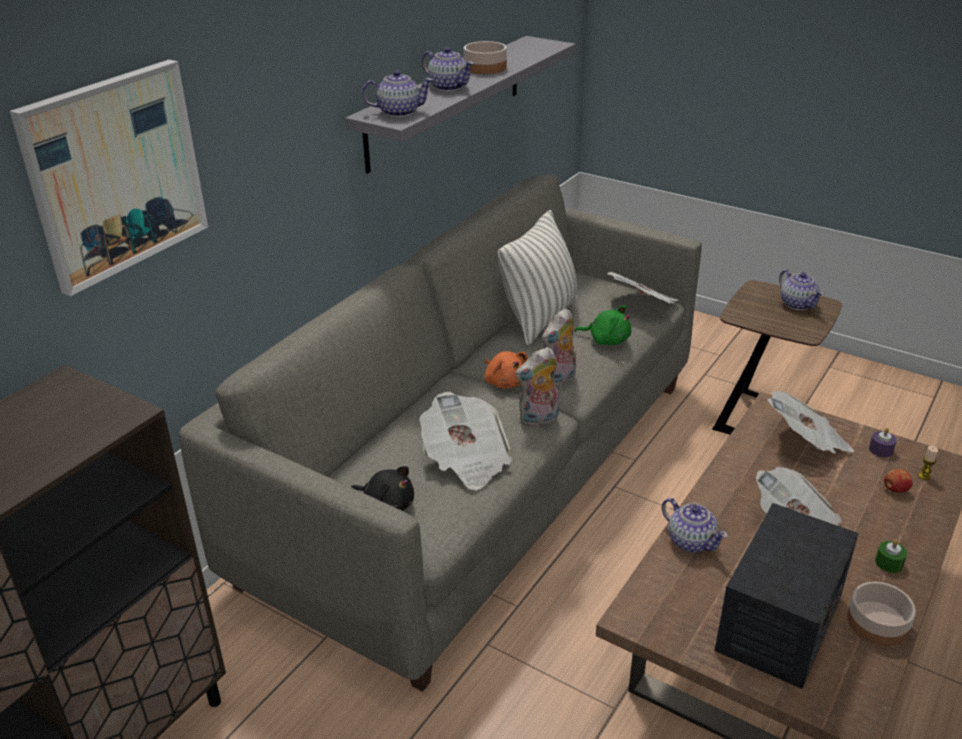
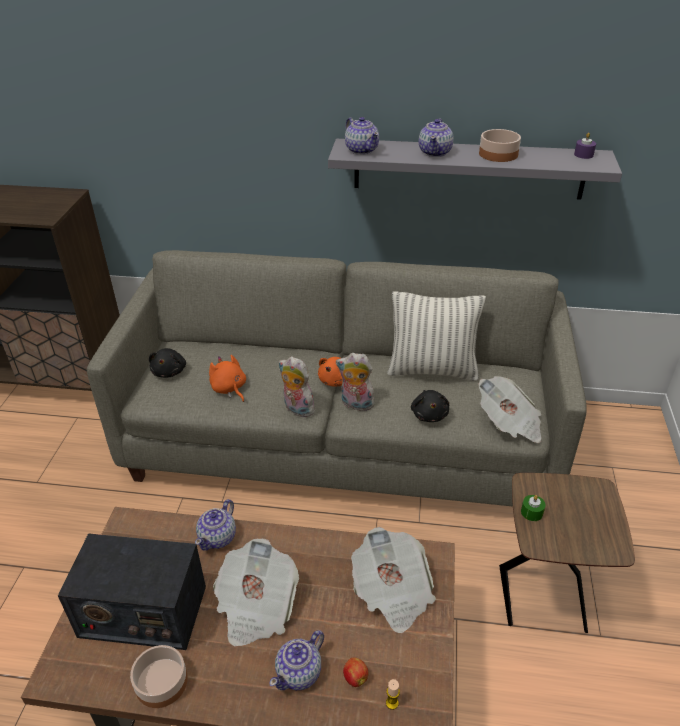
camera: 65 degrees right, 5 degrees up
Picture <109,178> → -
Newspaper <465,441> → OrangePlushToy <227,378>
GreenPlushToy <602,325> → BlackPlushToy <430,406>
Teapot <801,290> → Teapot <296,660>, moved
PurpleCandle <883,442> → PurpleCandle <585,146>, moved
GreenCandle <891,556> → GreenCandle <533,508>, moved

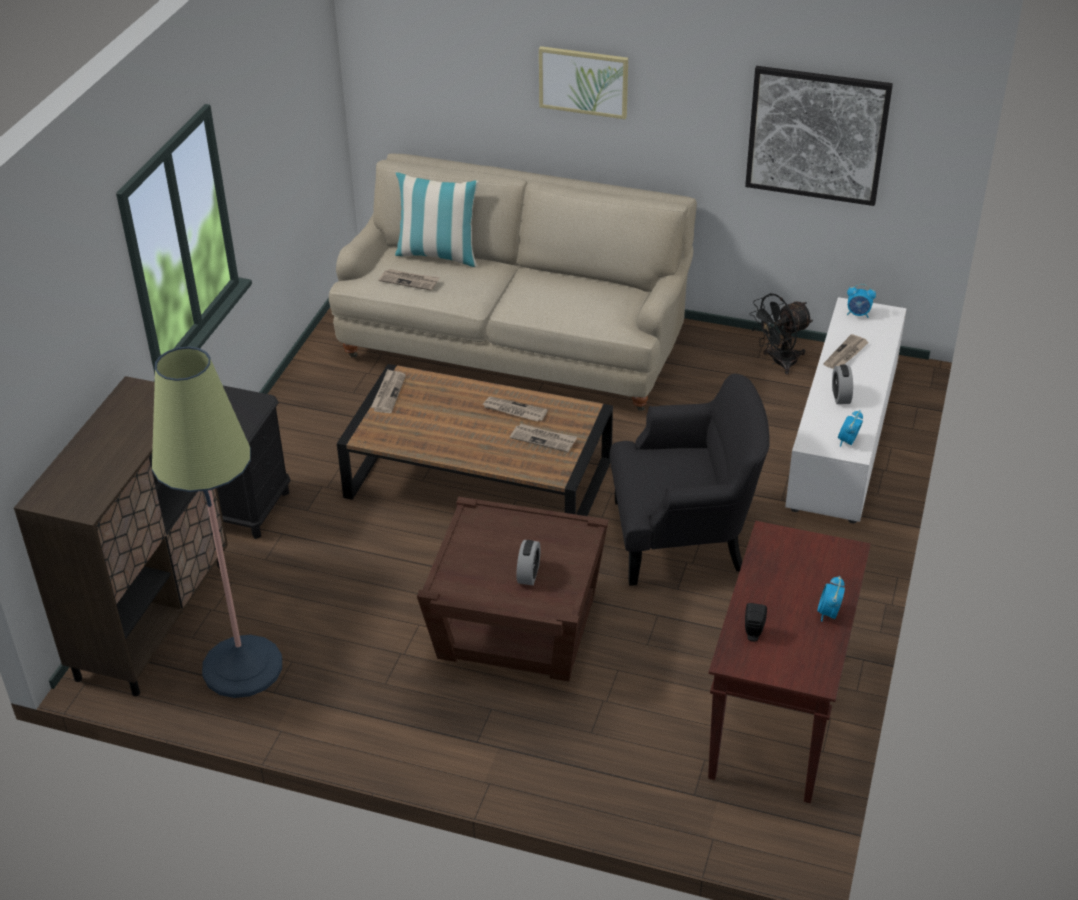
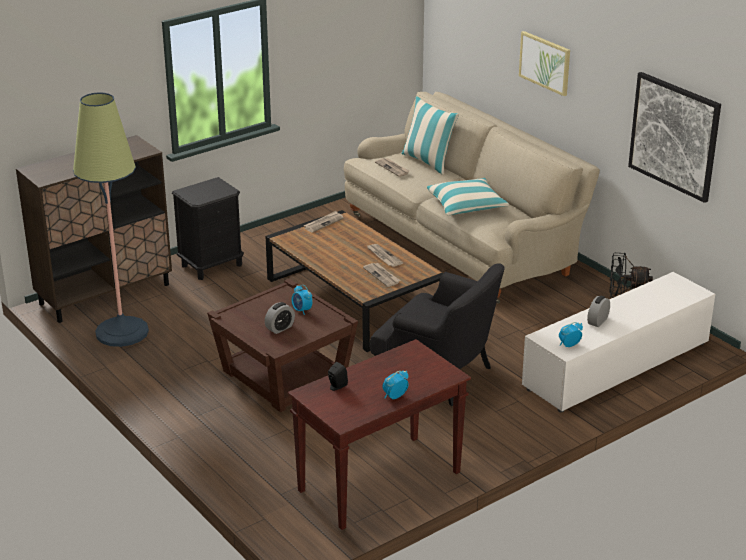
camera: 35 degrees right, 10 degrees down
Newspaper <846,351> → -
AlarmClock <861,301> → AlarmClock <302,300>, moved
- → Pillow <468,196>

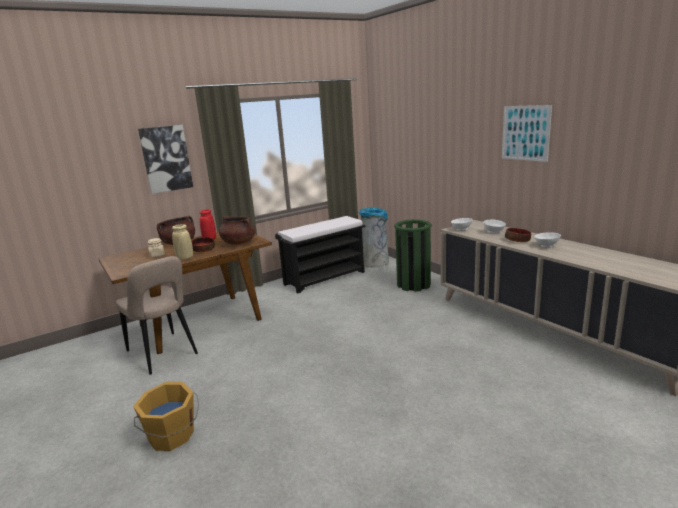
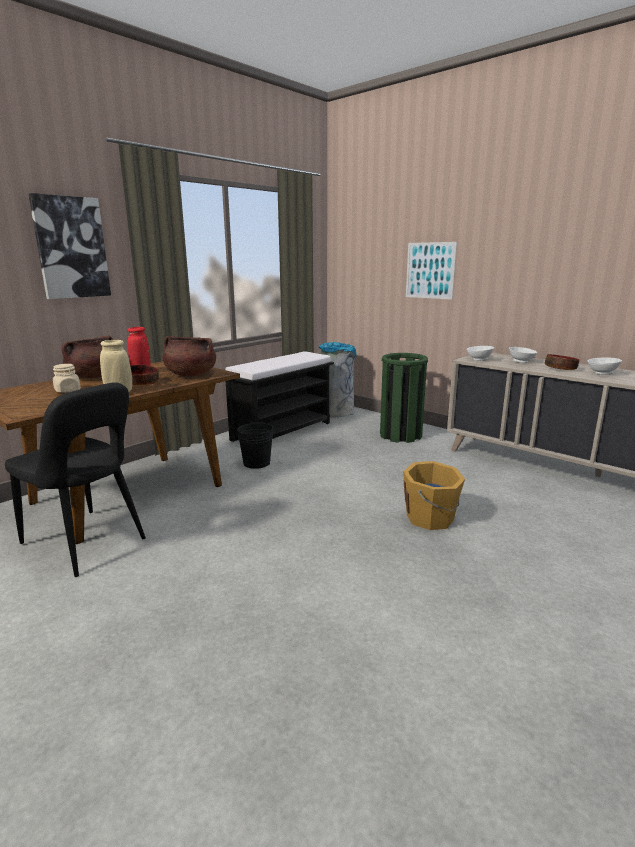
camera: 15 degrees left, 0 degrees up
BeigeChair <157,315> → BlackChair <75,479>
OrangeBucket <166,416> → OrangeBucket <434,495>, moved
Picture <527,133> → Picture <431,271>, moved
- → BlackBucket <255,445>

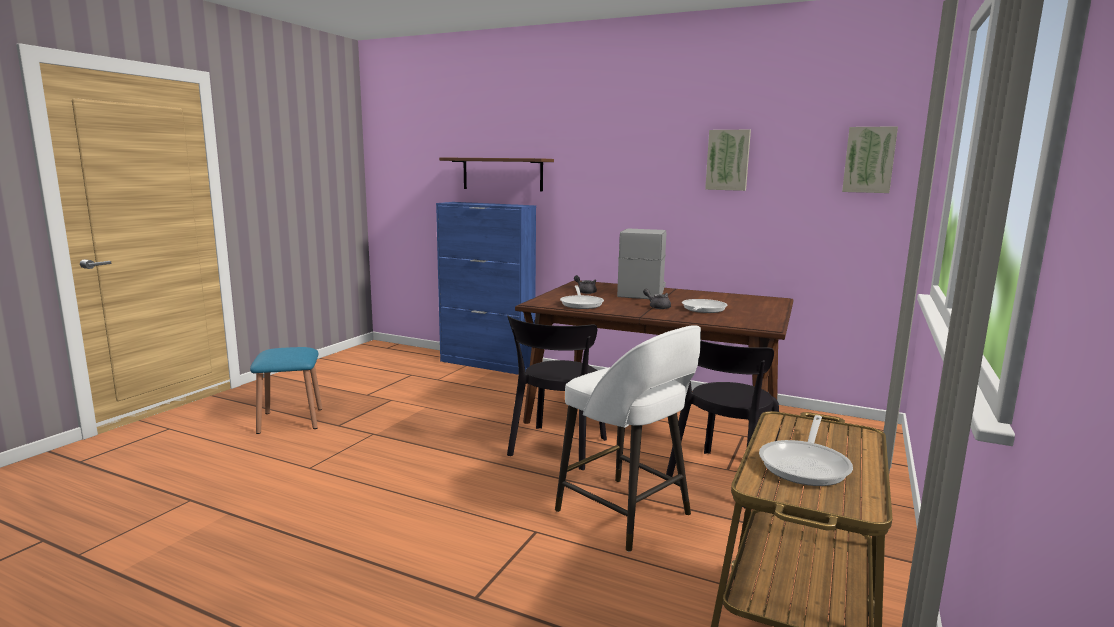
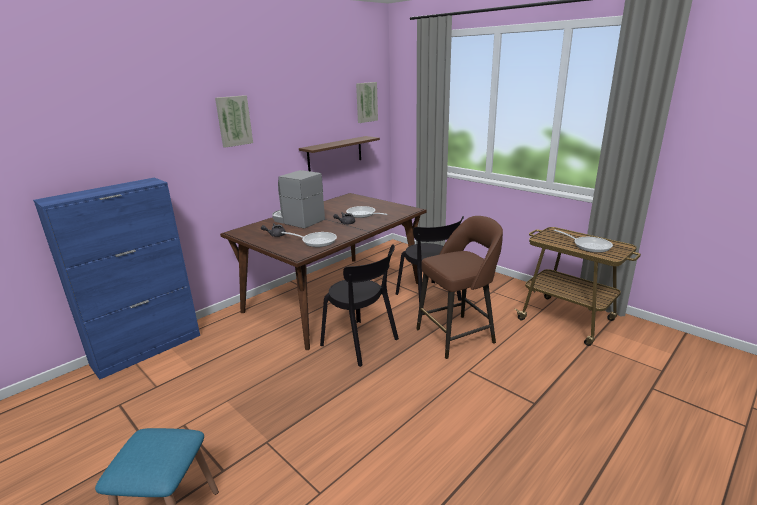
camera: 70 degrees left, 10 degrees up
BrownShelf <496,174> → BrownShelf <339,153>, moved
WhiteStool <628,438> → BrownStool <459,287>
Picture <728,160> → Picture <234,121>, moved

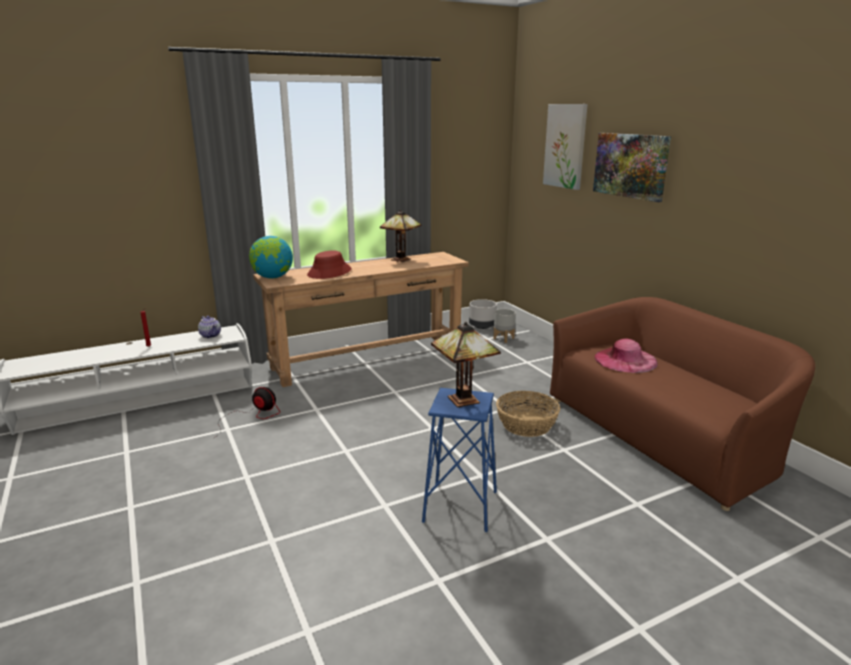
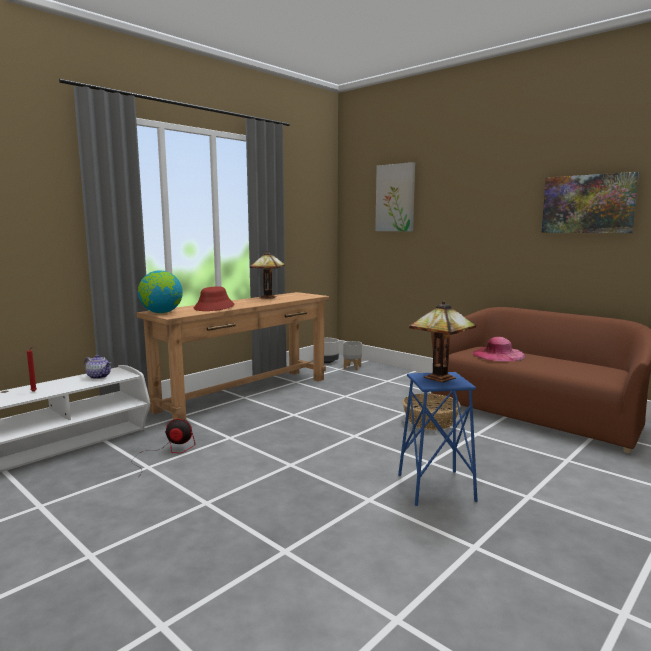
camera: 20 degrees left, 10 degrees down
Picture <632,167> → Picture <590,202>, moved

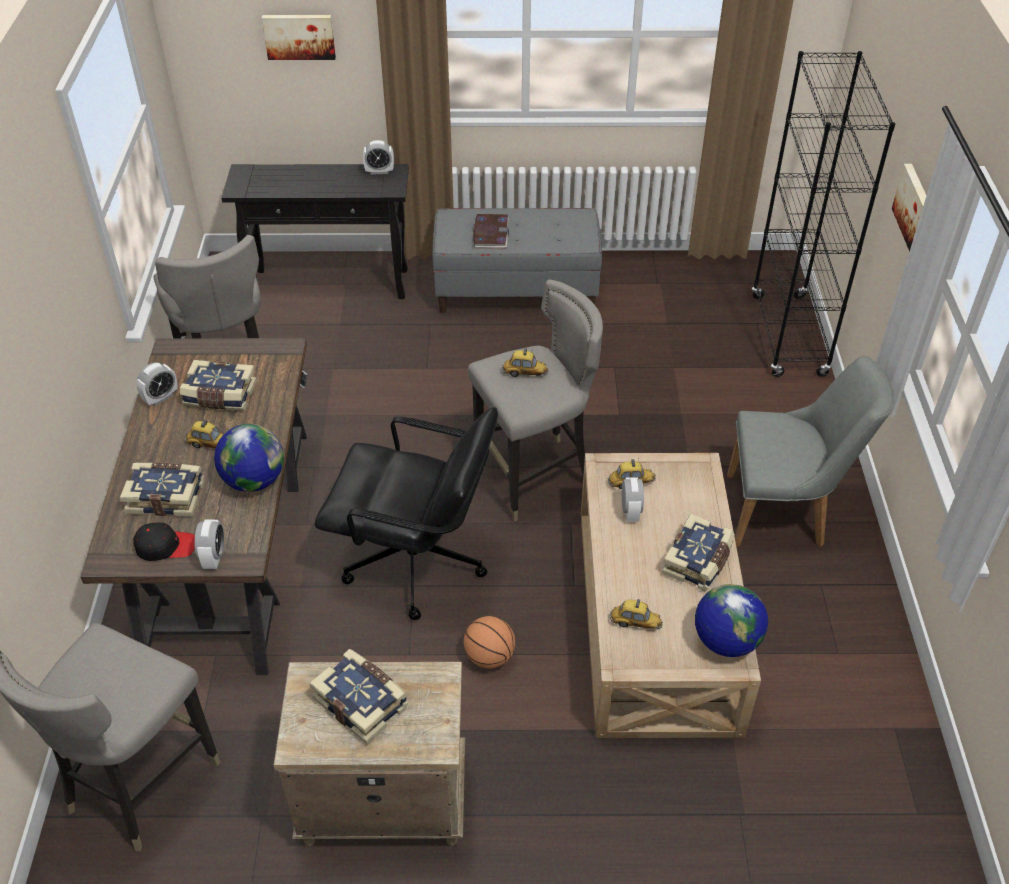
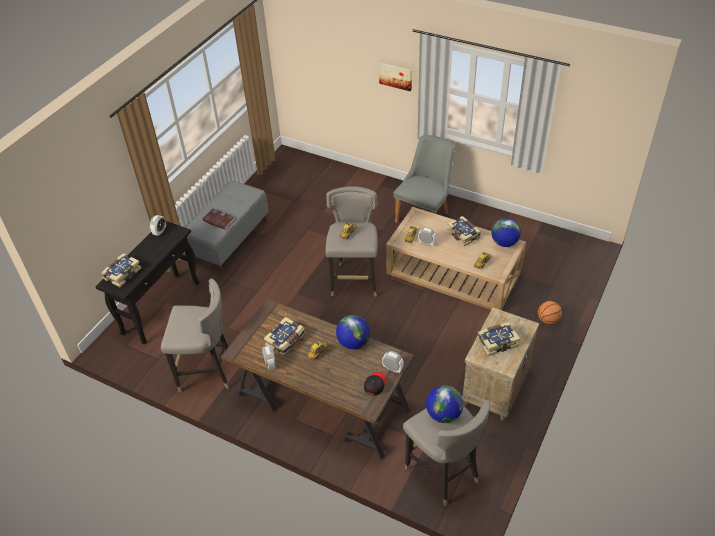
camera: 60 degrees left, 0 degrees up
Book <162,490> → Book <121,270>, moved
Picture <299,37> → -
BlackOfficeChair <406,513> → -
Basketball <489,642> → Basketball <550,313>, moved
BlackBookcase <823,214> → -
- → Globe <444,404>

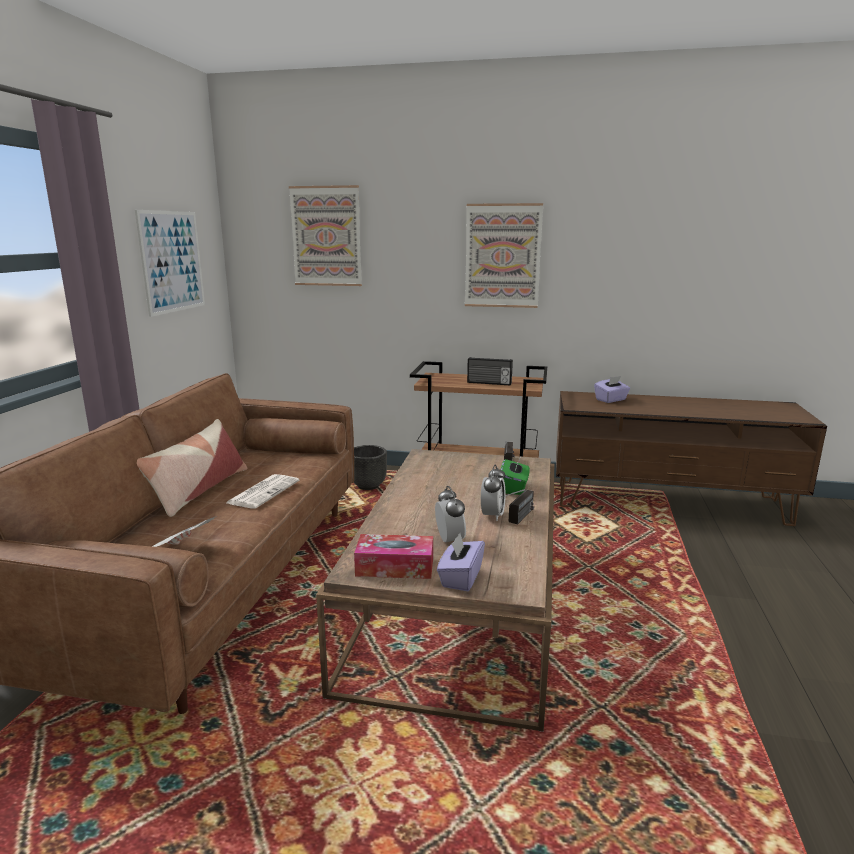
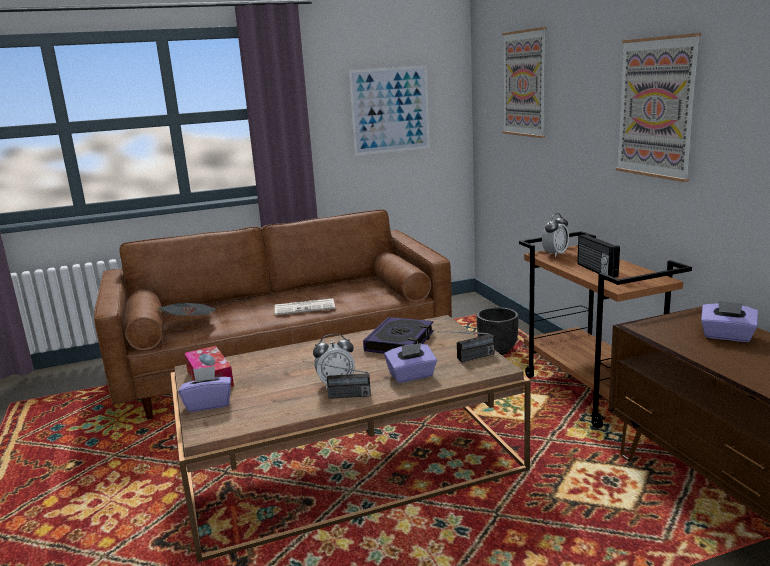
camera: 60 degrees right, 0 degrees up
Pillow <192,468> → -
AlarmClock <450,514> → AlarmClock <555,235>, moved
GreenTissueBox <515,477> → PurpleTissueBox <410,363>
- → Book <398,335>

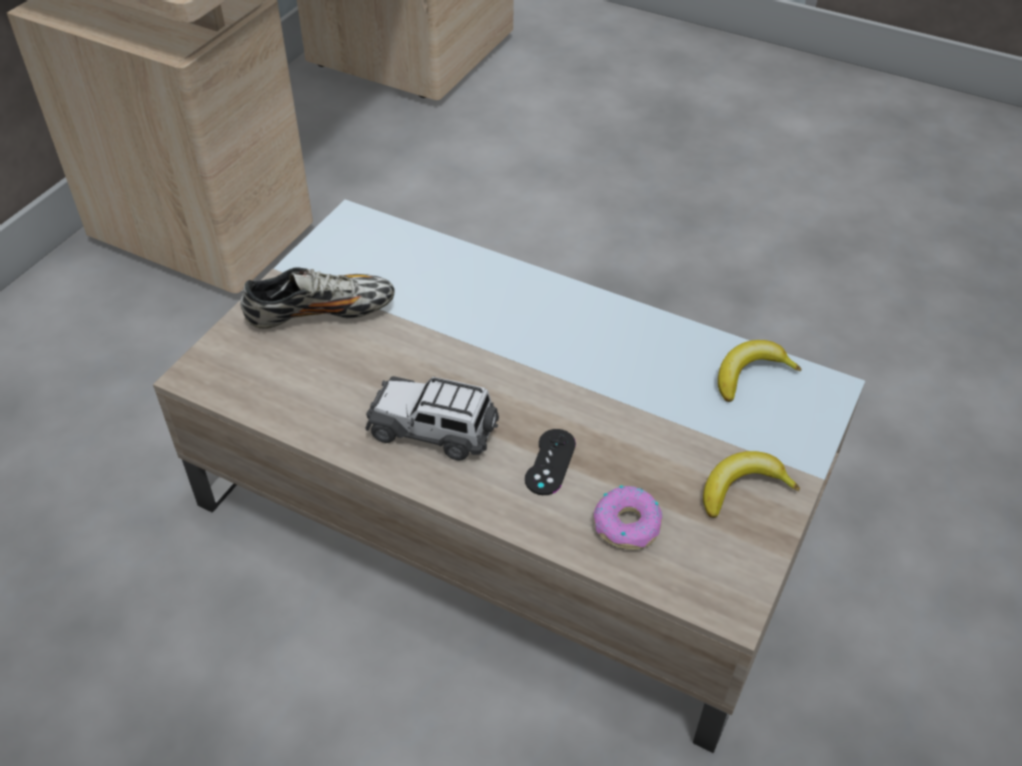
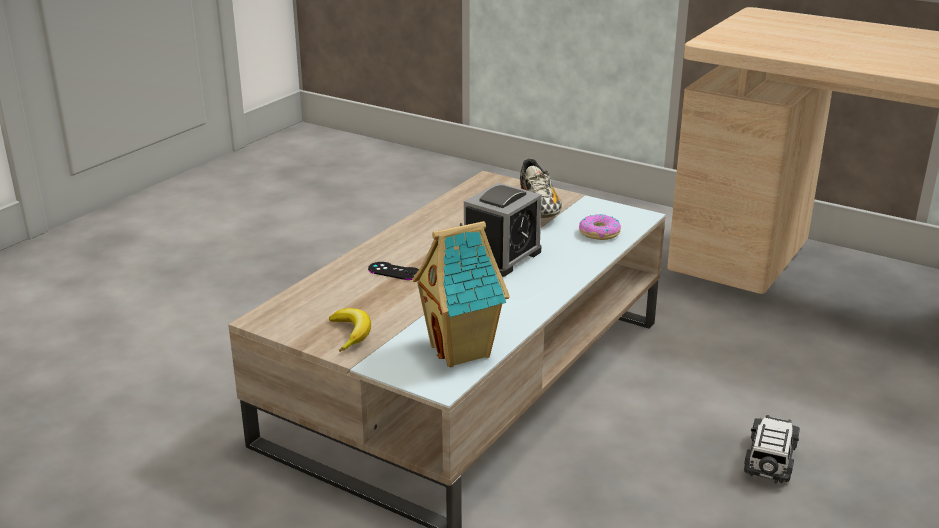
camera: 95 degrees right, 20 degrees down
ToyCar <432,418> → ToyCar <772,449>, moved
Donut <628,517> → Donut <600,227>, moved
Banana <759,371> → ToyHouse <461,294>
- → AlarmClock <503,230>

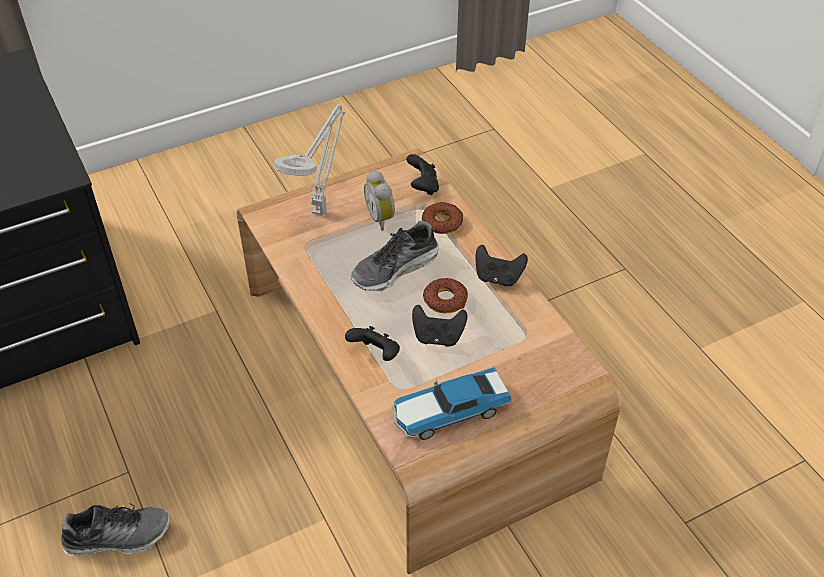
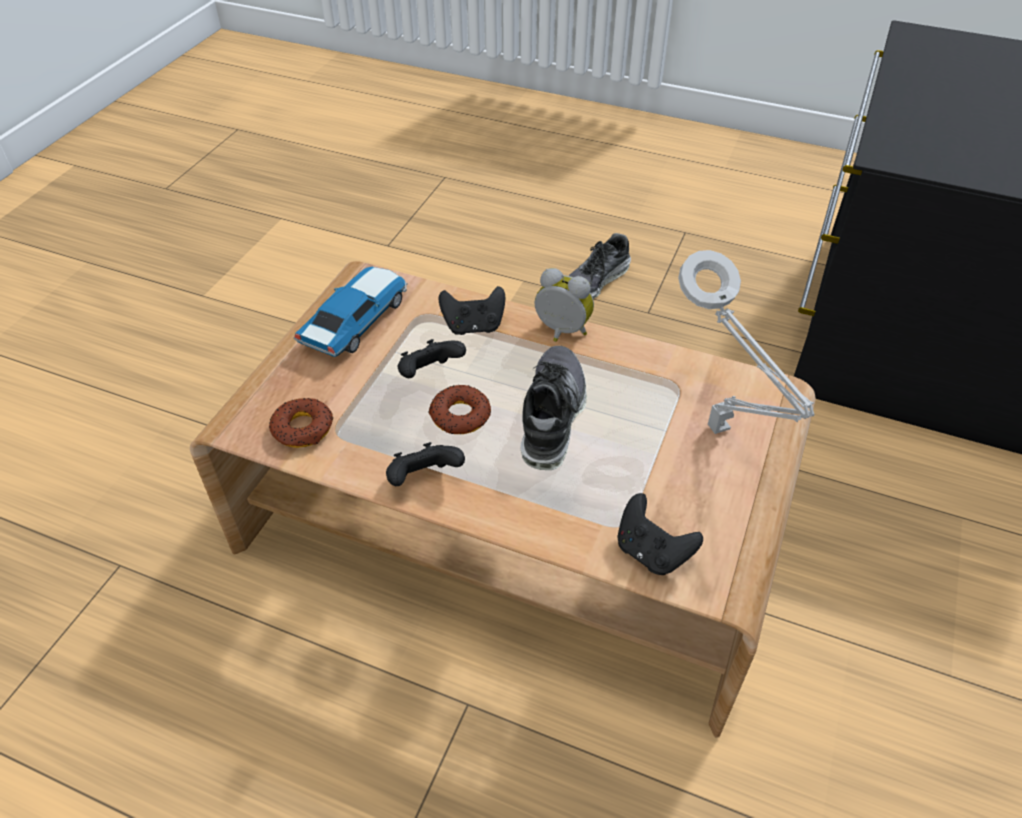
camera: 140 degrees right, 0 degrees up
AlarmClock <379,200> → AlarmClock <564,305>, moved
Donut <442,218> → Donut <301,423>, moved

